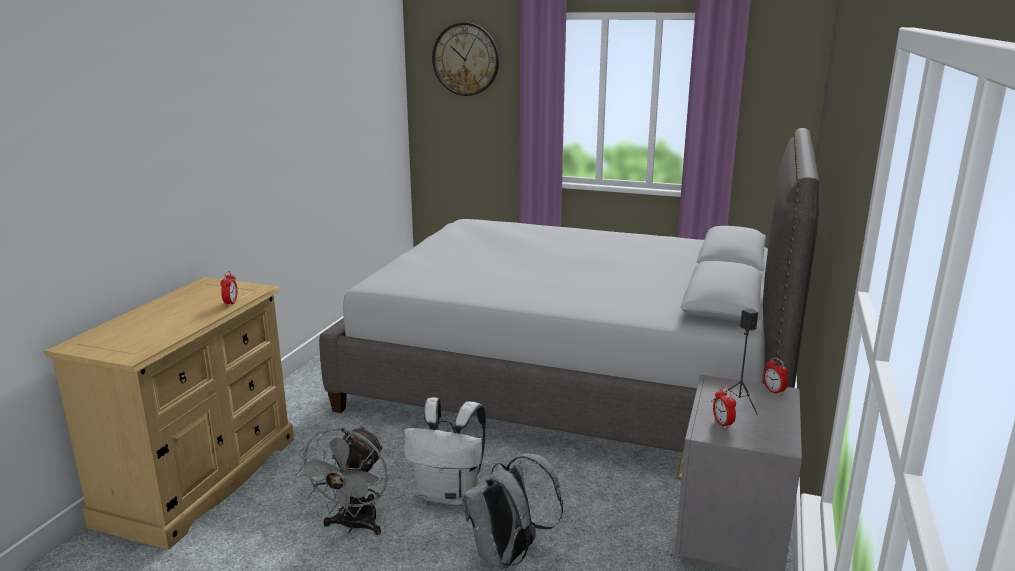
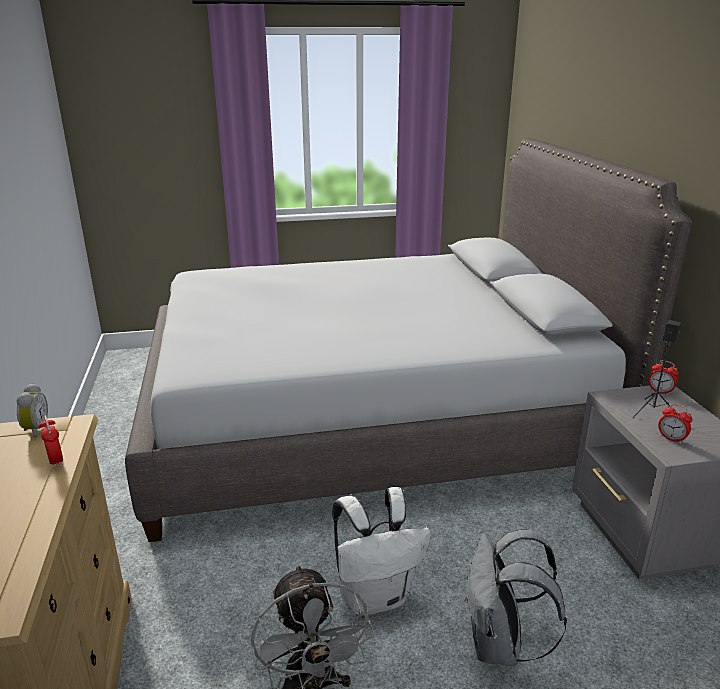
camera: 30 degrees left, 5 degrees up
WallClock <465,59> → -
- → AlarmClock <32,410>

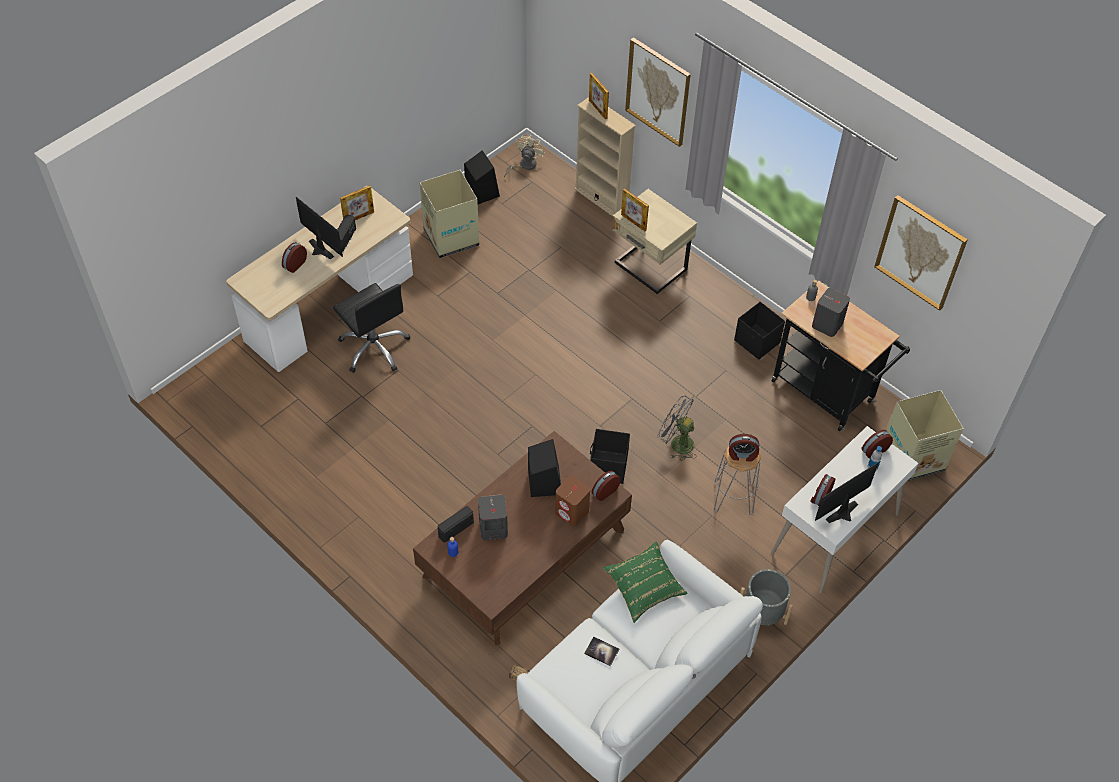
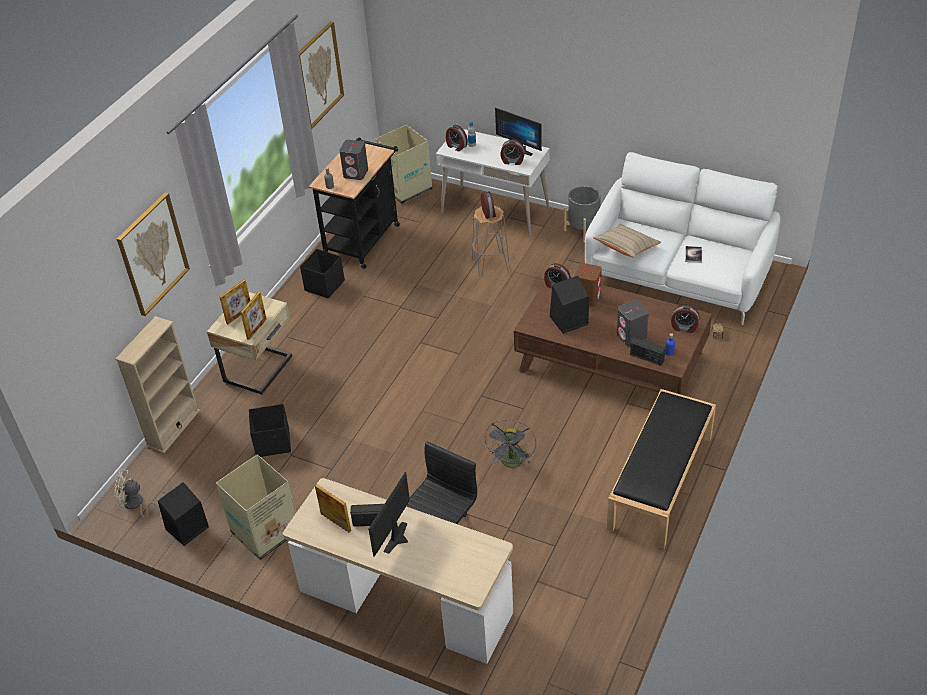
camera: 105 degrees left, 10 degrees down
AlarmClock <294,257> → AlarmClock <685,319>, moved
PictureFrame <599,96> → PictureFrame <234,302>, moved
BlackStorageBox <610,456> → BlackStorageBox <270,430>, moved
GreenPillow <645,582> → BeigePillow <627,241>
GreyFan <677,428> → GreyFan <510,443>, moved
- → BlackBench <661,469>

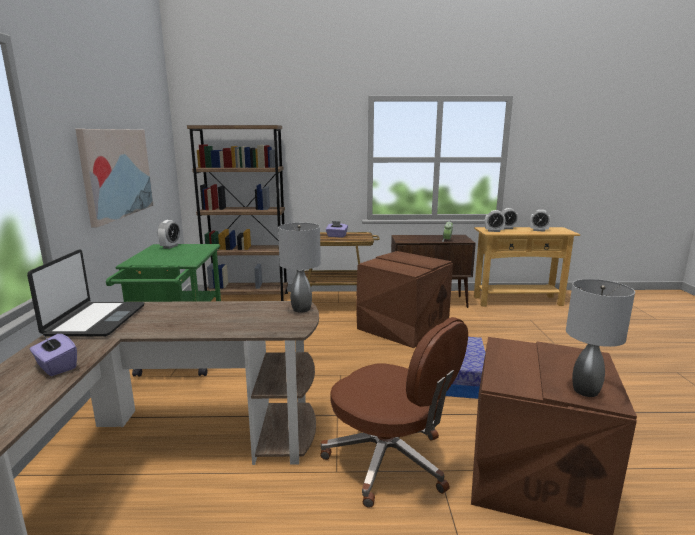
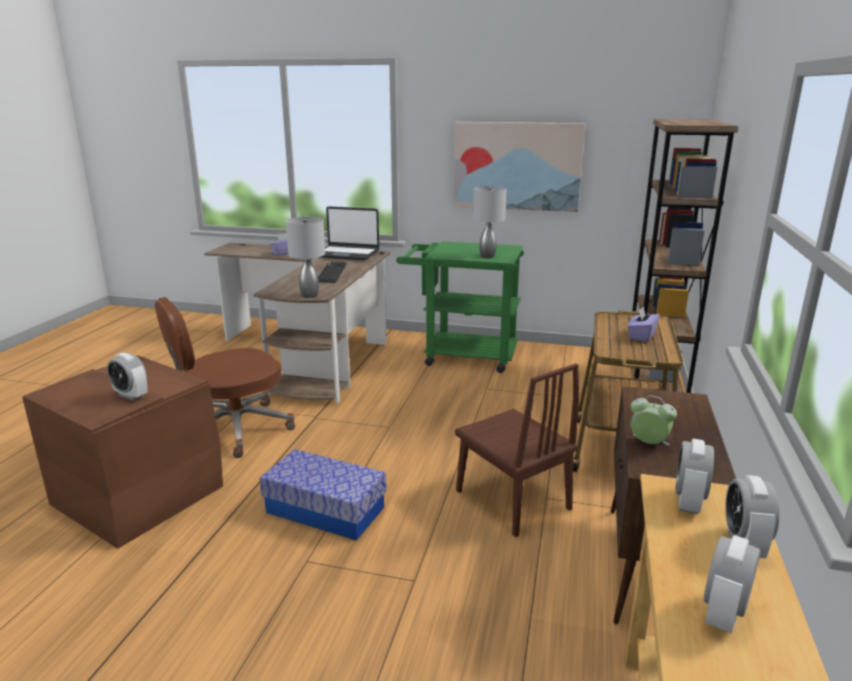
camera: 105 degrees right, 5 degrees up
AlarmClock <169,234> → AlarmClock <127,376>, moved
BrownStorageBox <404,299> → BrownChair <517,450>
GreyTableLamp <600,338> → GreyTableLamp <489,222>, moved
- → Keyboard <332,272>

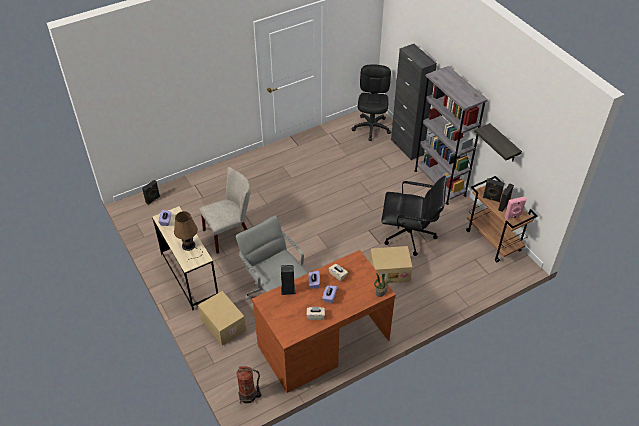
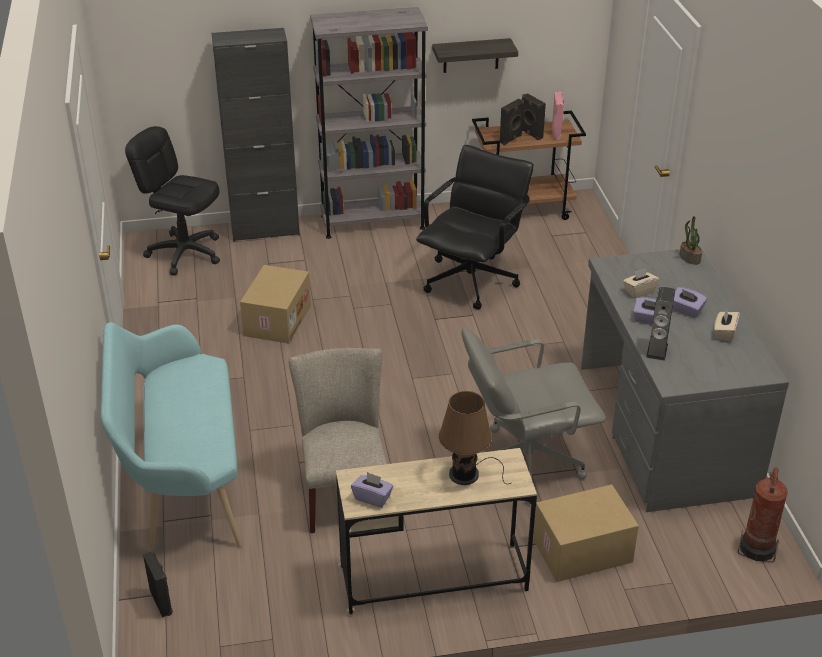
camera: 70 degrees left, 10 degrees down
BrownDesk <324,321> → GreyDesk <685,380>
CardboardBox <391,265> → CardboardBox <275,304>, moved
- → TurquoiseBench <171,437>

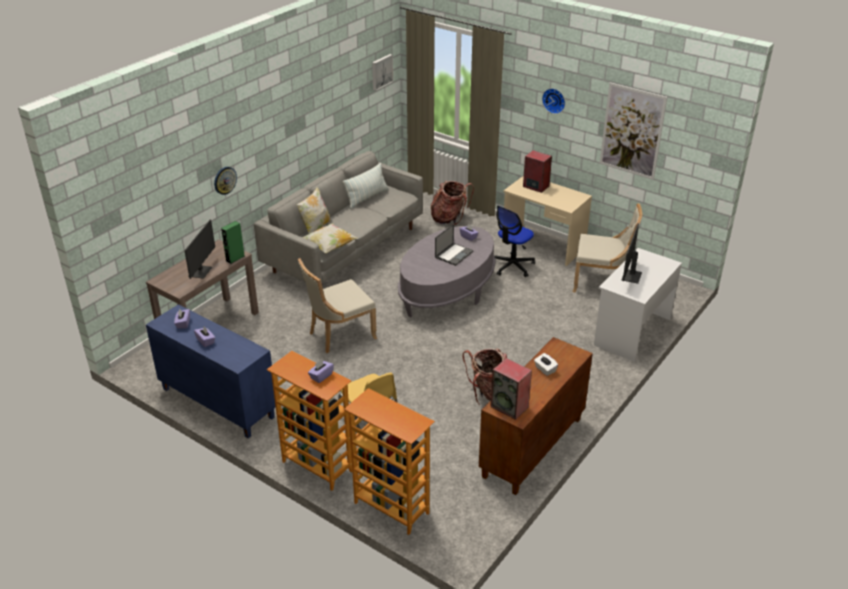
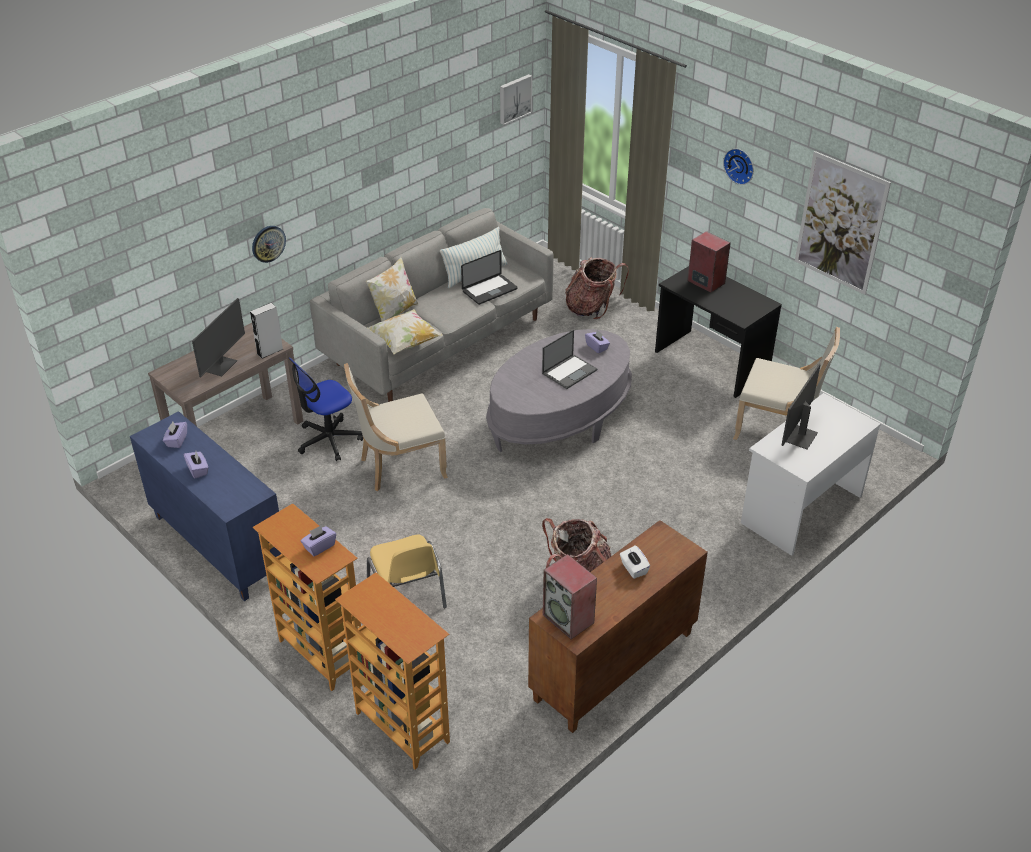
camera: 10 degrees right, 5 degrees up
GreenSpeaker <233,242> → GreySpeaker <266,331>
OfficeChair <514,241> → OfficeChair <326,409>, moved
BeigeDesk <547,221> → BlackDesk <718,332>
- → Laptop <489,277>

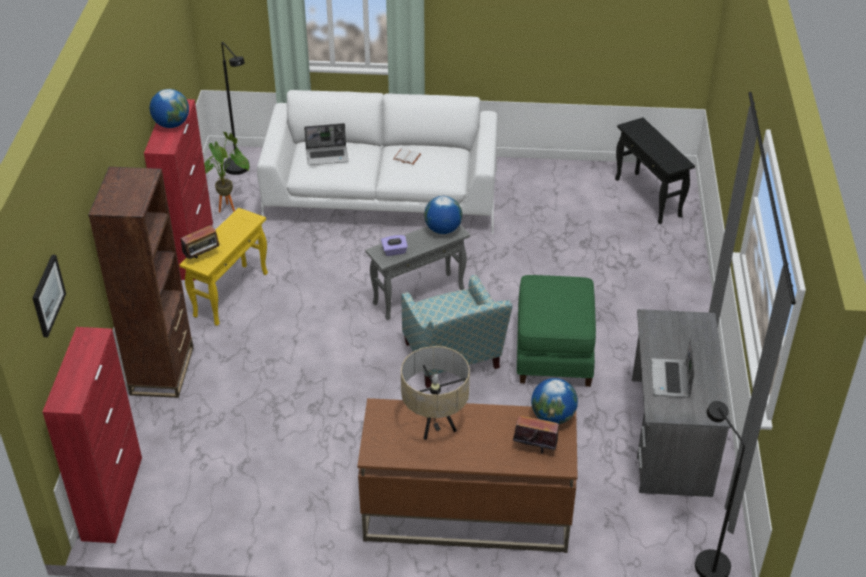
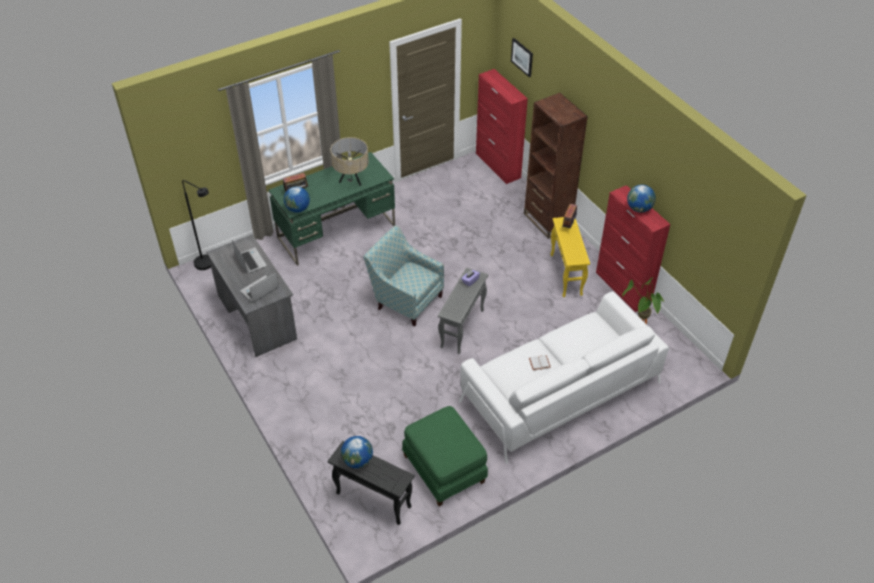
camera: 145 degrees right, 5 degrees up
BlackFloorLamp <235,108> → -
Laptop <326,144> → Laptop <259,287>, moved
BrownDesk <467,475> → GreenDesk <332,209>
Globe <443,215> → Globe <357,452>, moved
GreenOttoman <556,331> → GreenOttoman <445,456>, moved

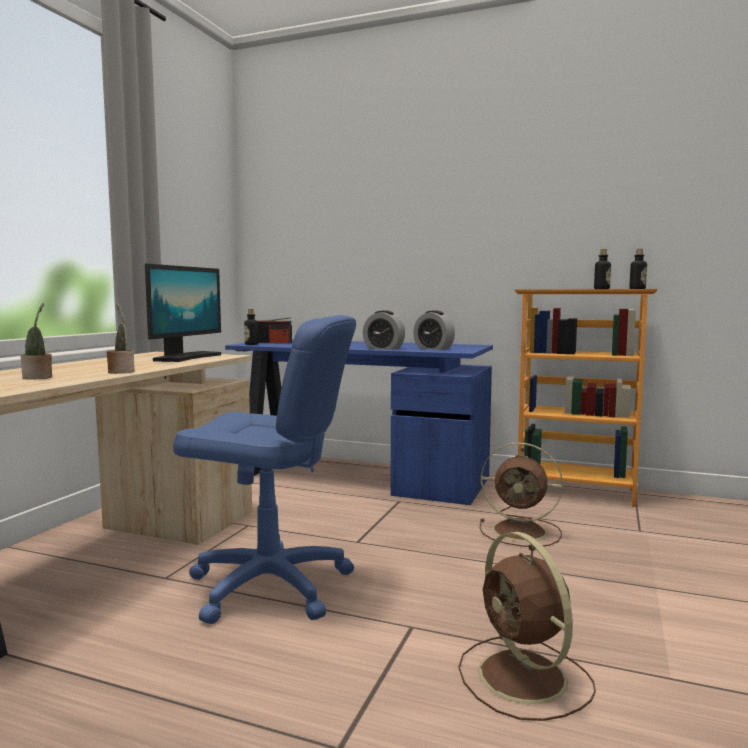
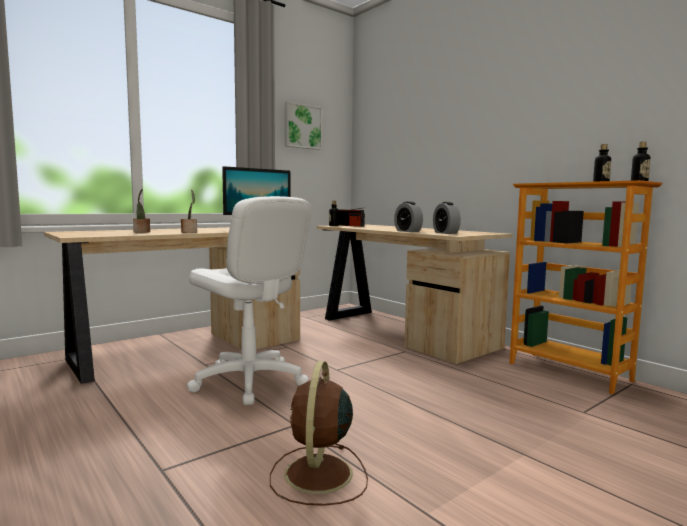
camera: 30 degrees right, 0 degrees up
BlueOfficeChair <264,469> → WhiteOfficeChair <249,300>
BlueDesk <359,422> → BeigeDesk <415,294>
BrownFan <521,494> → -
- → Picture <304,125>

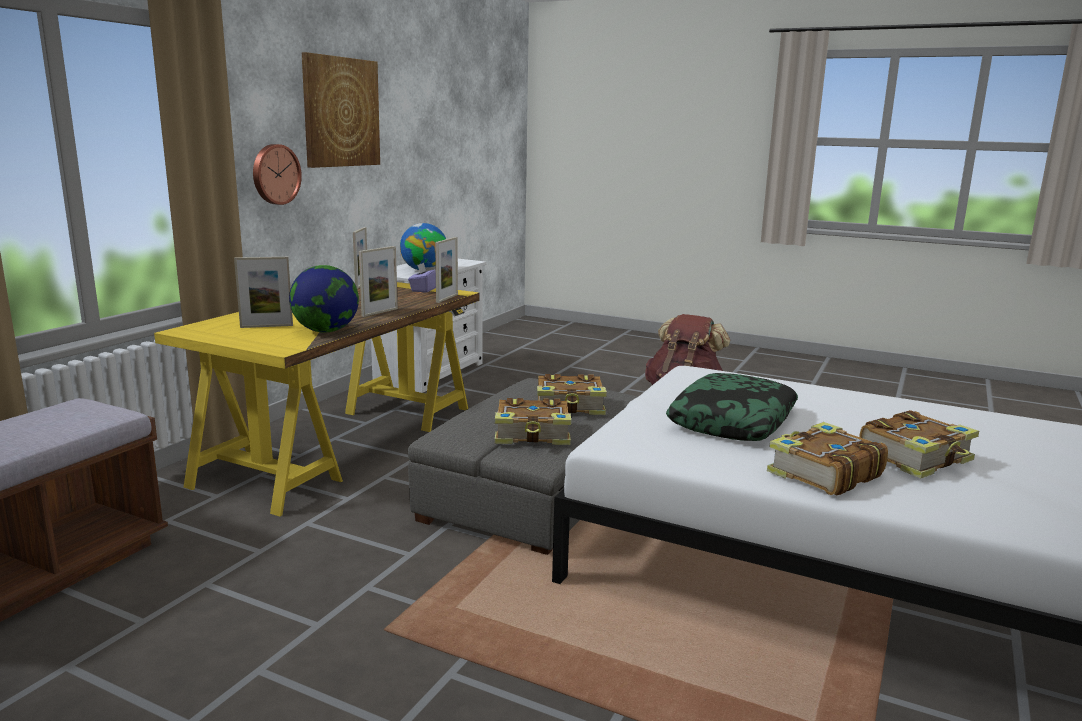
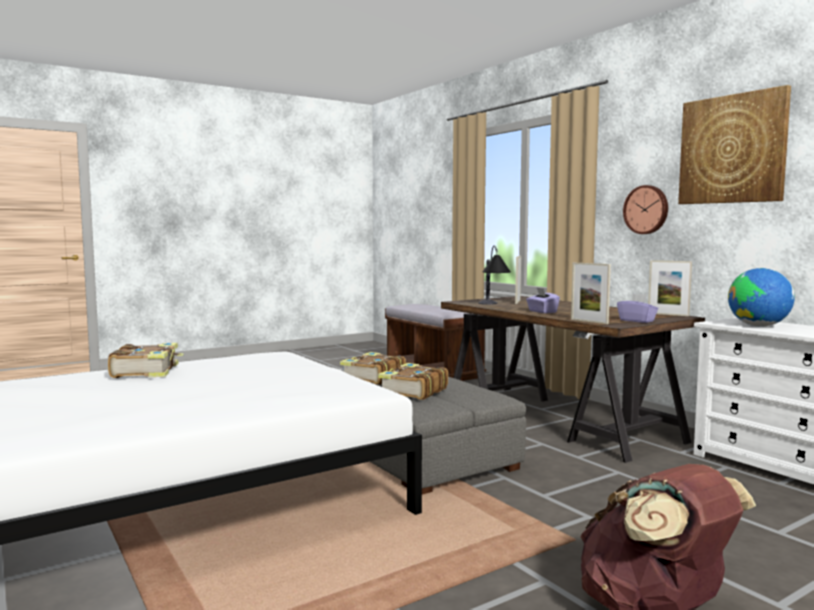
camera: 120 degrees right, 10 degrees down
YellowDesk <317,399> → BrownDesk <573,379>
Globe <324,299> → TableLamp <494,275>
PictureFrame <378,281> → PurpleTissueBox <543,300>
Pillow <732,407> → -
Book <919,444> → -

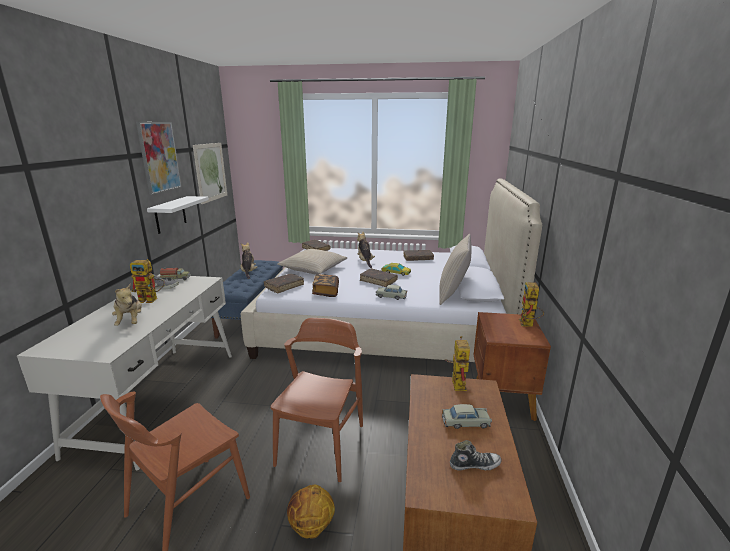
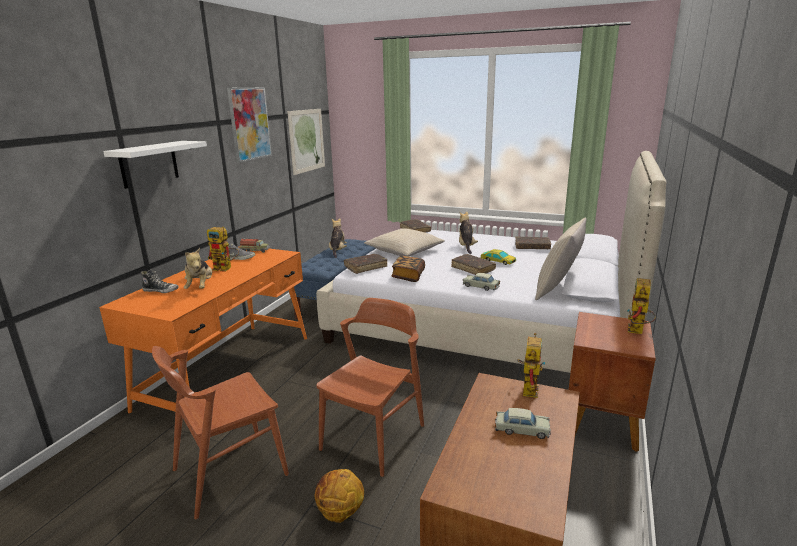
camera: 15 degrees right, 0 degrees up
WhiteDesk <124,372> → OrangeDesk <203,329>
WhiteShelf <178,215> → WhiteShelf <155,165>, moved
Shoe <476,455> → Shoe <160,281>, moved

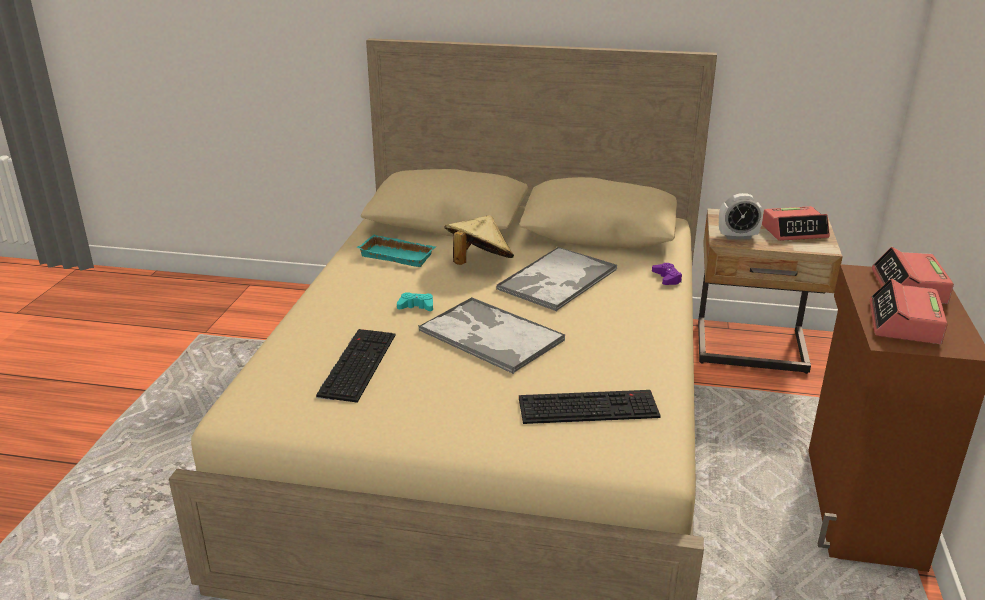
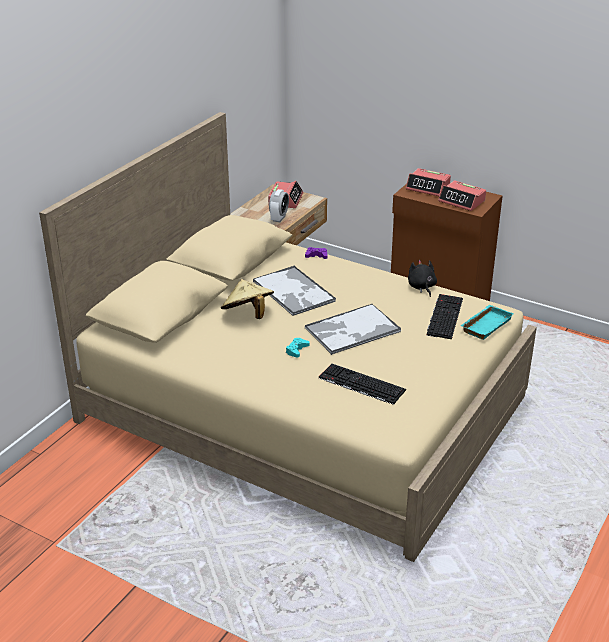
camera: 70 degrees left, 5 degrees up
TurquoiseTray <396,251> → TurquoiseTray <486,322>, moved
- → BlackPlushToy <422,278>

